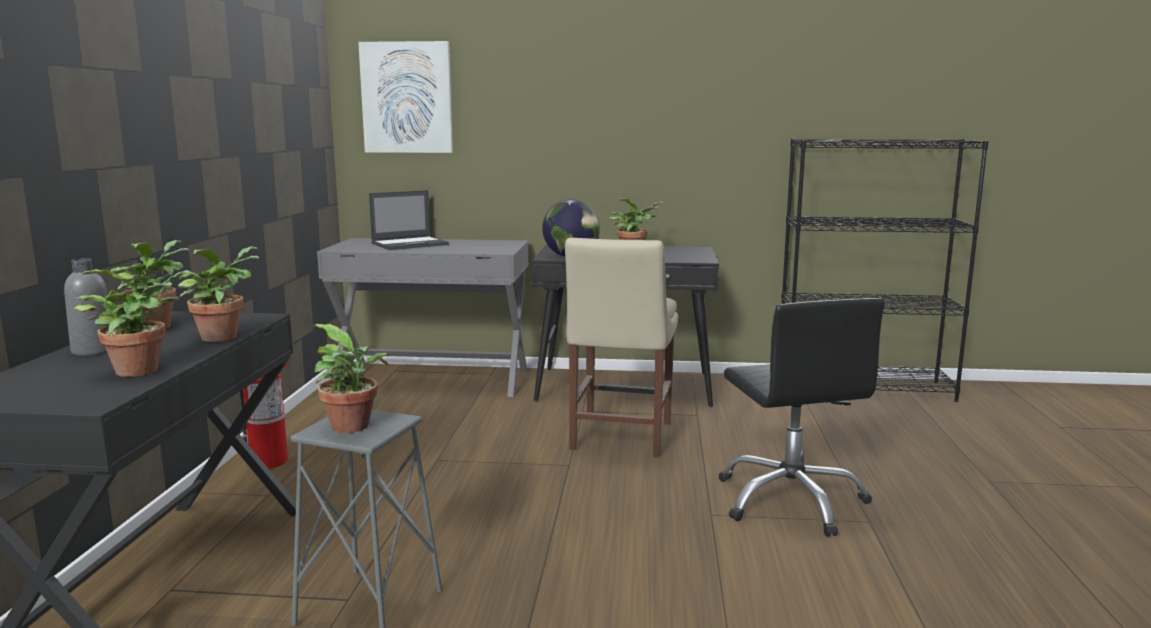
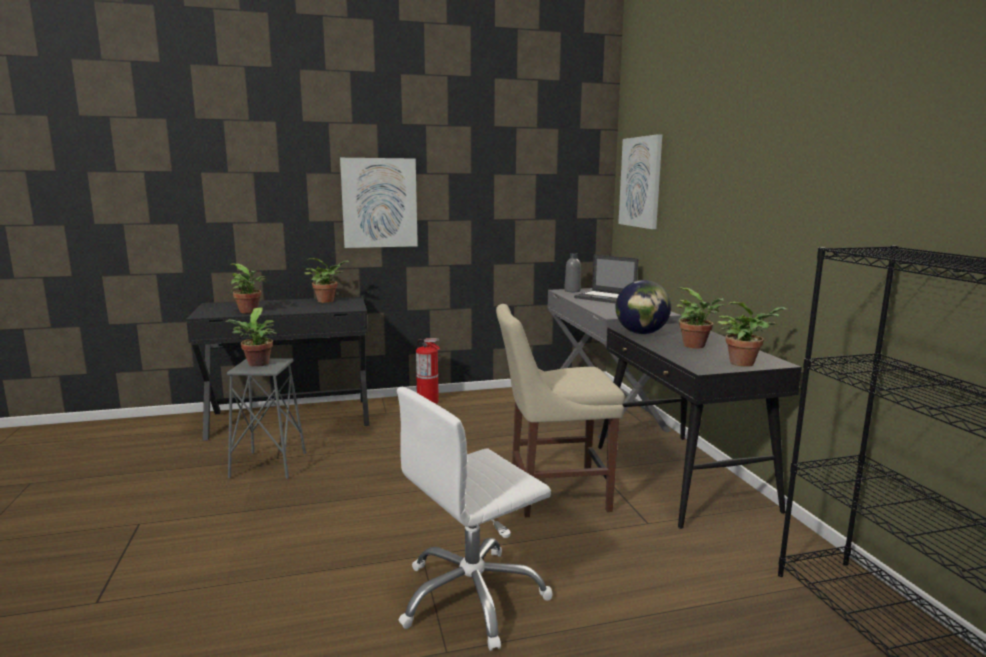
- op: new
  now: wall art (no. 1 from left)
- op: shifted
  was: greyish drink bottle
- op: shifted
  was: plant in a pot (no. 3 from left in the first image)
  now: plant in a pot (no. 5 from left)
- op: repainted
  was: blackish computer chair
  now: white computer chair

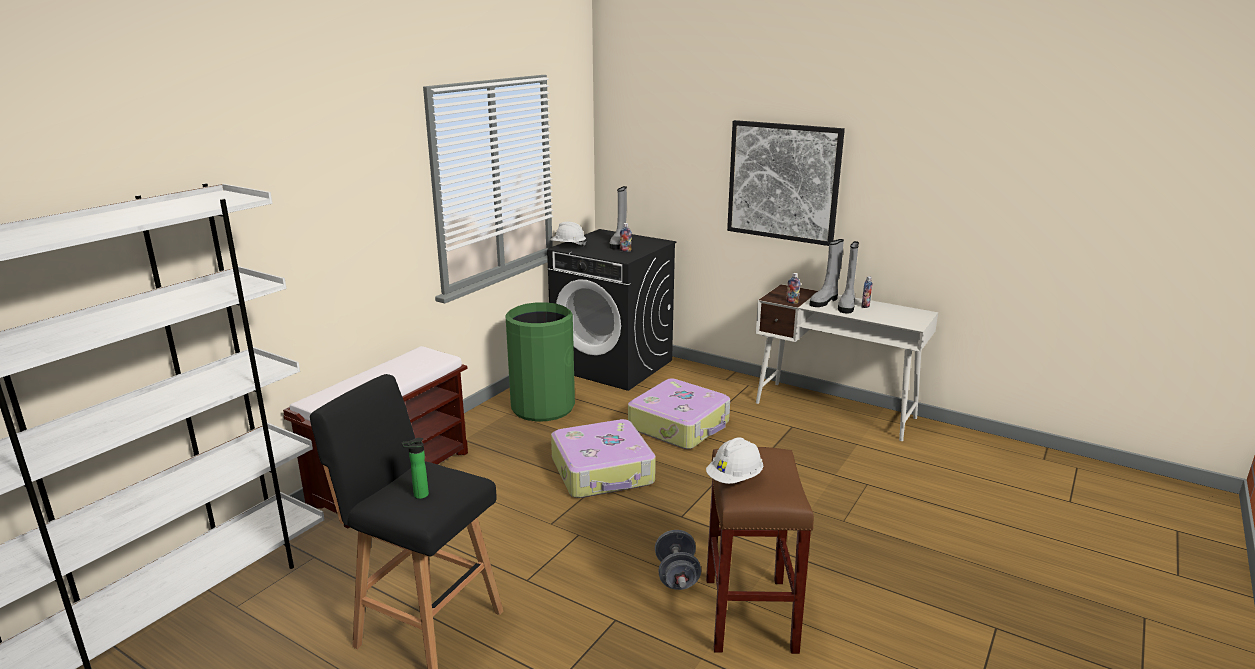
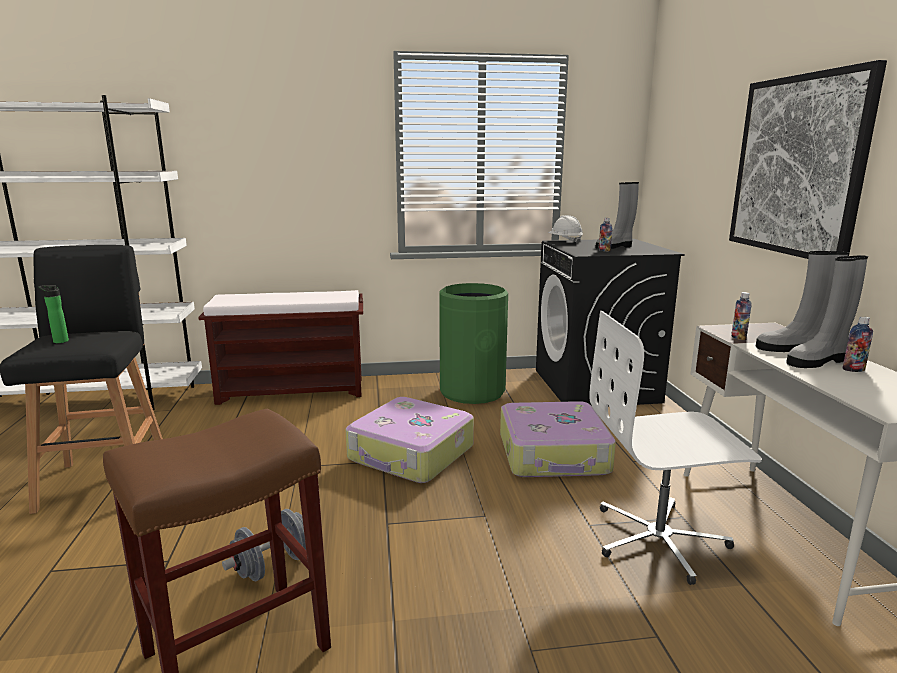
- op: gone
  was: white hard hat (no. 2 from left)
- op: new
  now: white computer chair

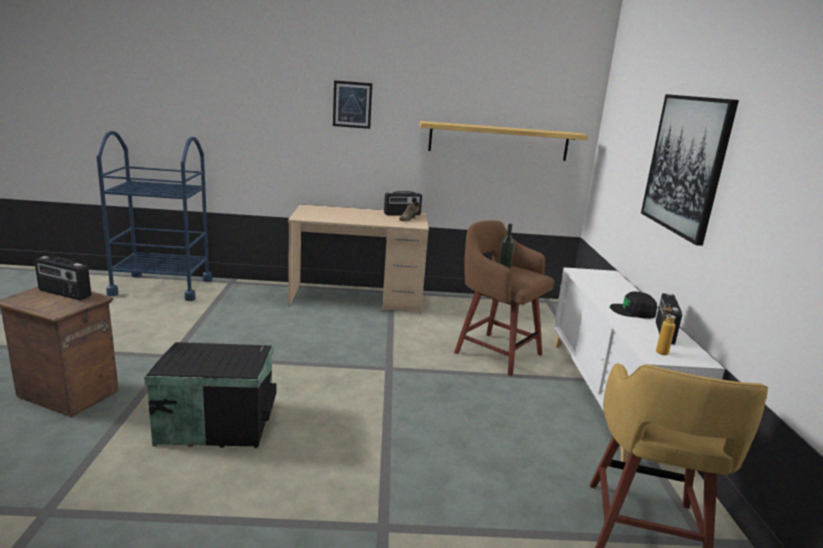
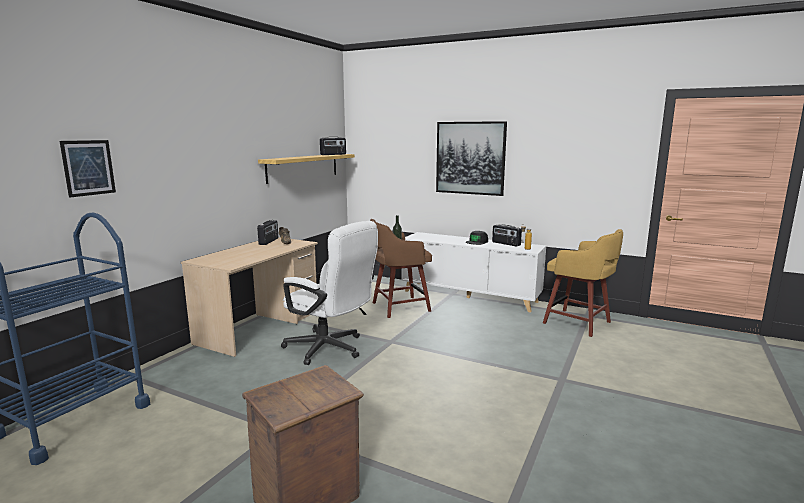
- op: gone
  was: blackish storage container
- op: new
  now: white computer chair
- op: shifted
  was: radio set (no. 1 from left in the first image)
  now: radio set (no. 2 from left)
- op: shifted
  was: wall art (no. 1 from left)

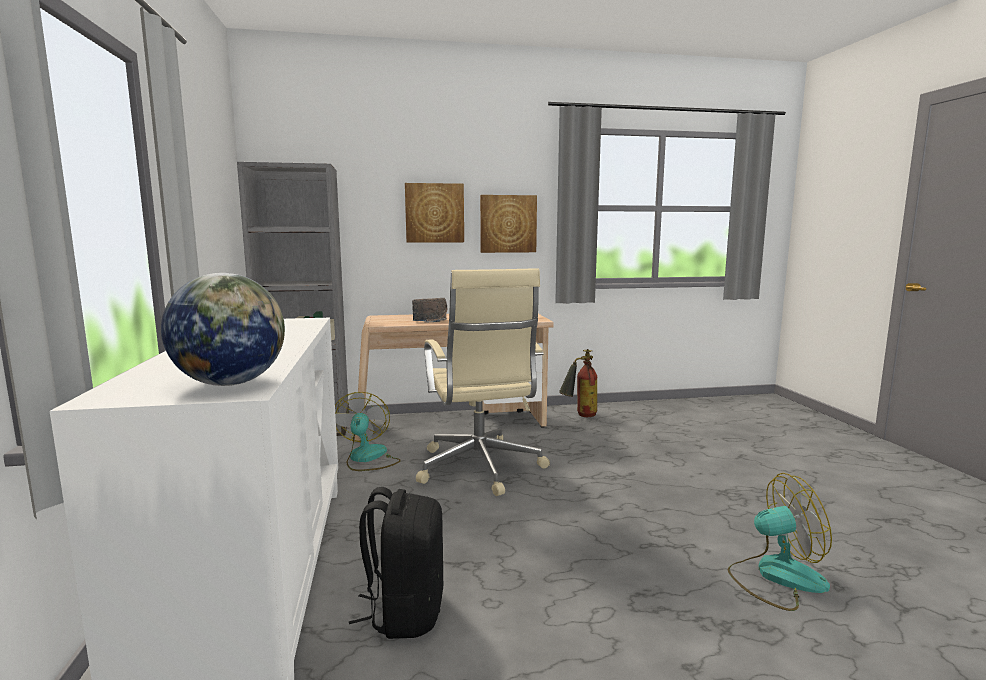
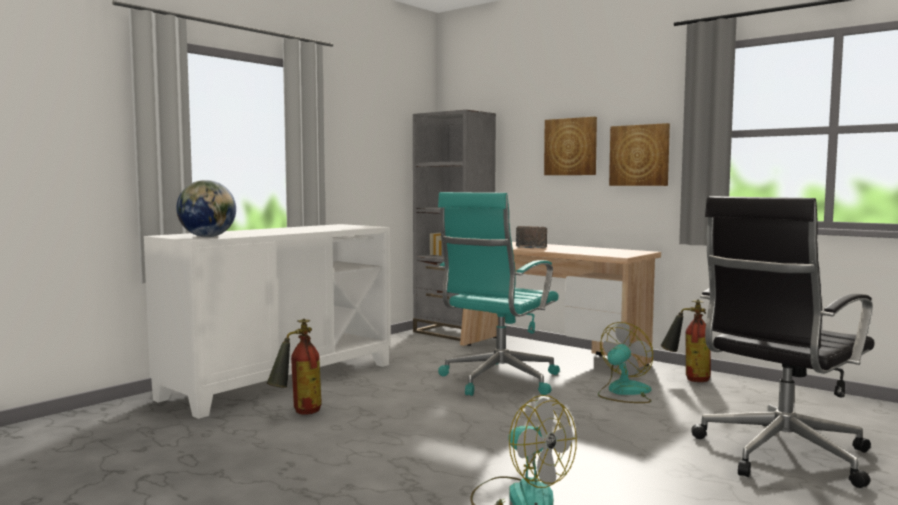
- op: new
  now: blackish computer chair
- op: shifted
  was: cooling fan (no. 1 from left in the first image)
  now: cooling fan (no. 2 from left)
- op: swapped
  was: blackish rucksack
  now: fire-fighting cylinder (no. 1 from left)
- op: repainted
  was: beige computer chair
  now: turquoise-coloured computer chair

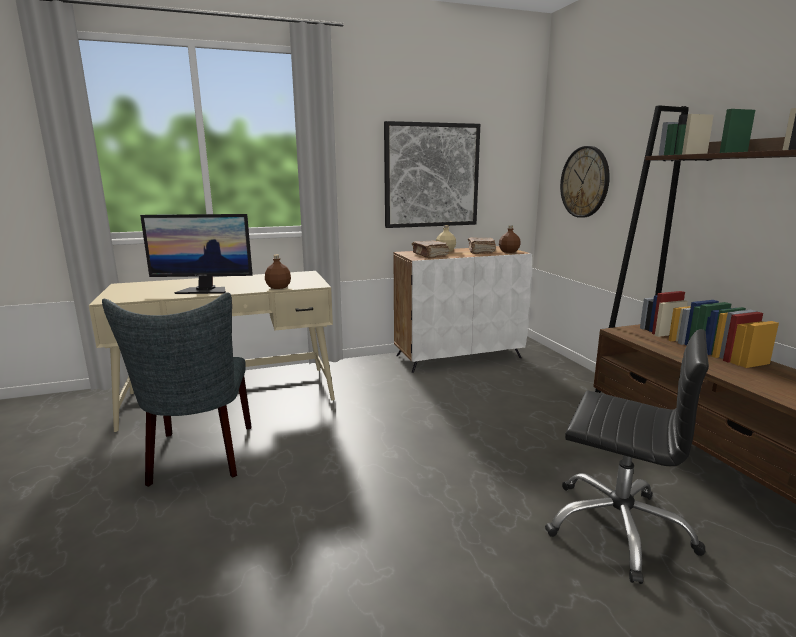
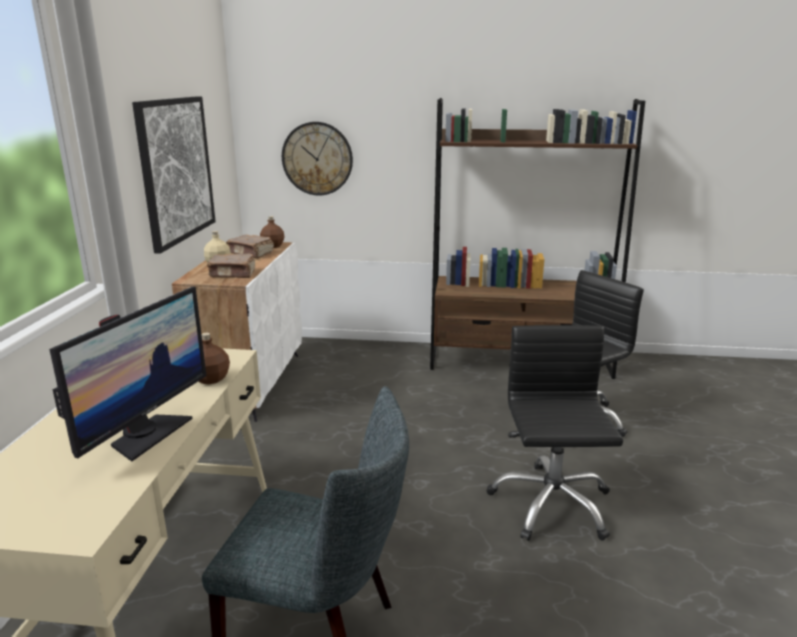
- op: new
  now: blackish computer chair (no. 1 from left)

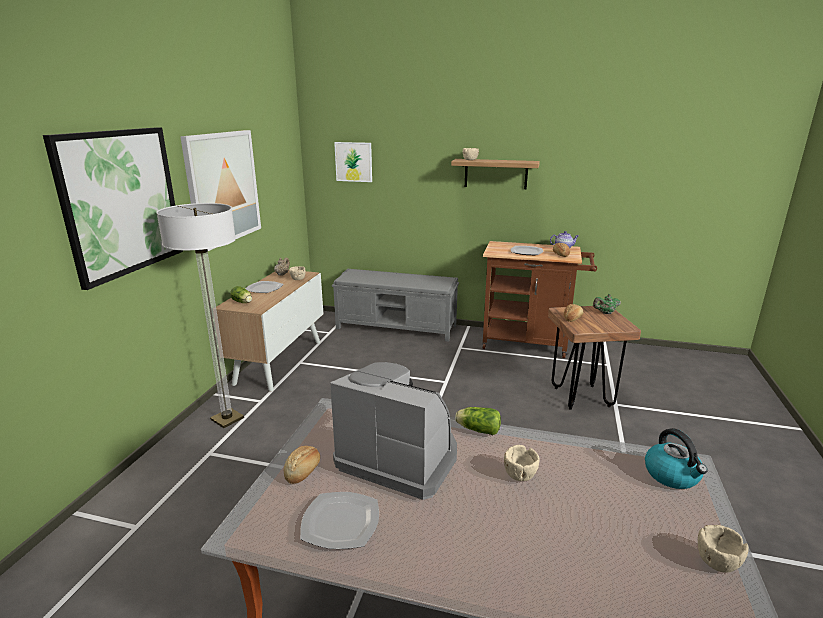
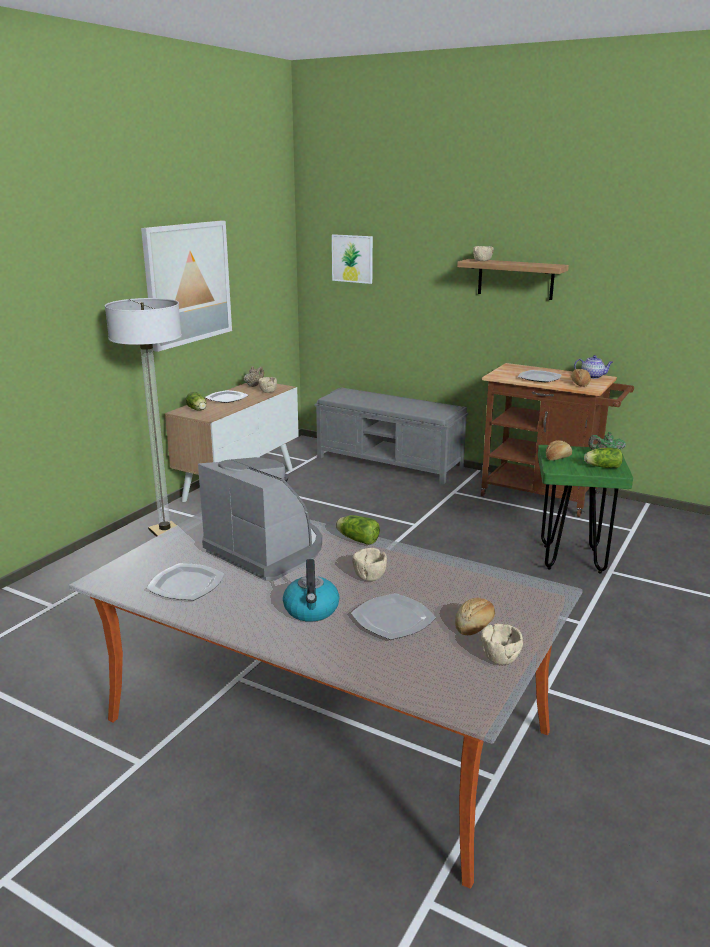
- op: gone
  was: wall art (no. 1 from left)
- op: new
  now: dinner plate (no. 3 from left)
- op: new
  now: lettuce (no. 3 from left)
- op: shifted
  was: bread (no. 1 from left)
- op: shifted
  was: water kettle
- op: repainted
  was: brownish stool seat
  now: green stool seat

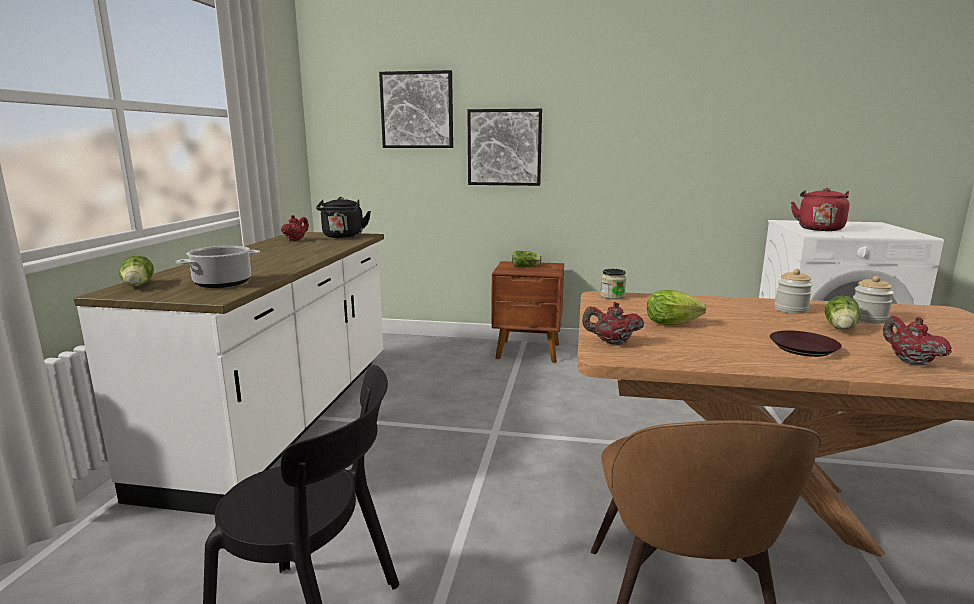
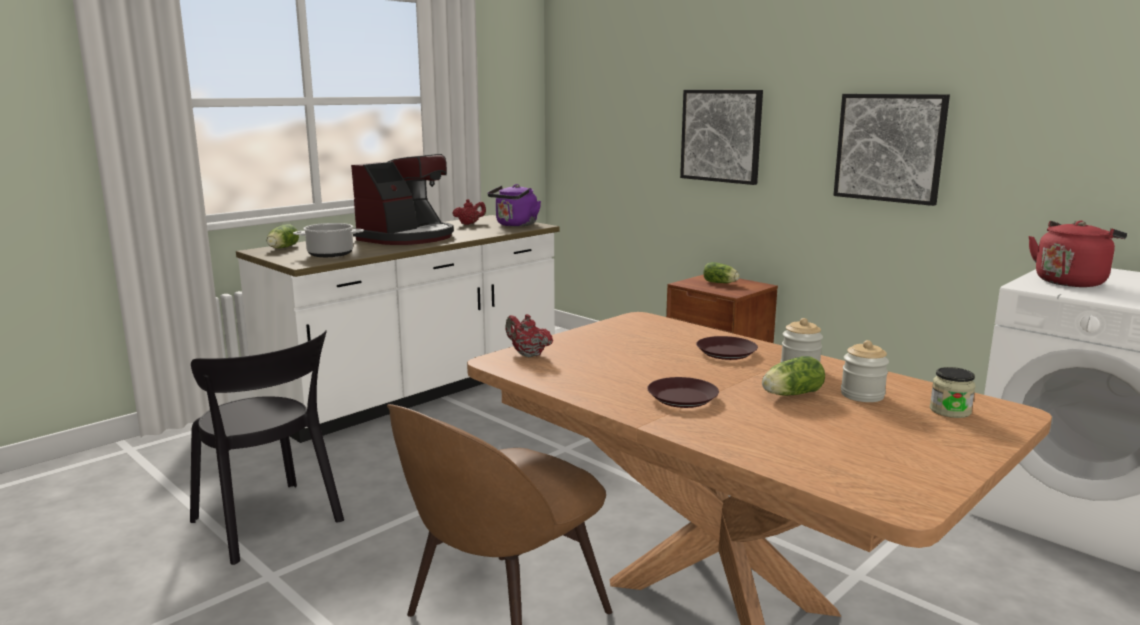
- op: gone
  was: lettuce (no. 3 from left)
- op: gone
  was: red tea pot (no. 3 from left)
- op: new
  now: coffee machine
- op: new
  now: brownish dinner plate (no. 2 from left)
- op: shifted
  was: wall art (no. 1 from left in the first image)
  now: wall art (no. 2 from left)
- op: shifted
  was: jar (no. 1 from left in the first image)
  now: jar (no. 3 from left)
- op: repainted
  was: blackish water kettle
  now: purple-coloured water kettle

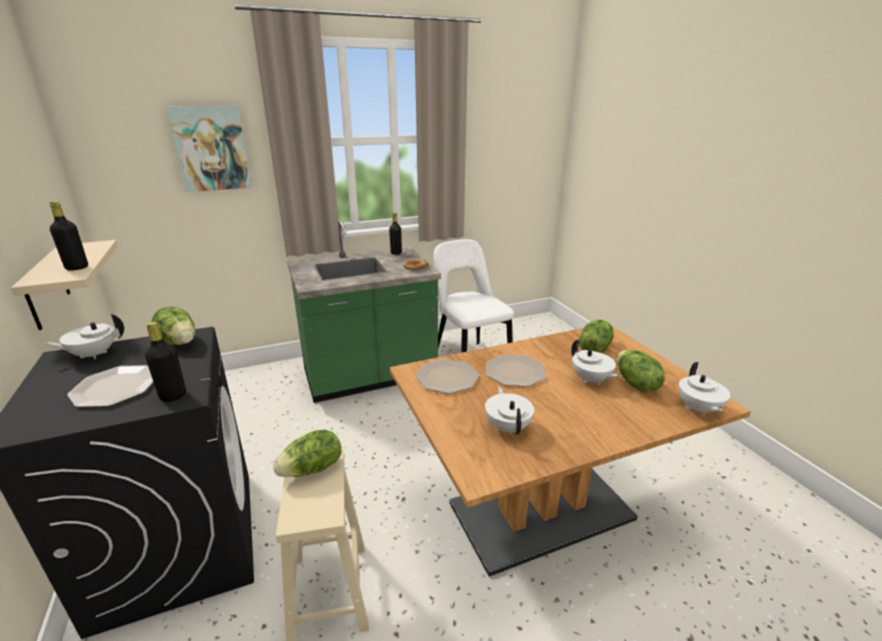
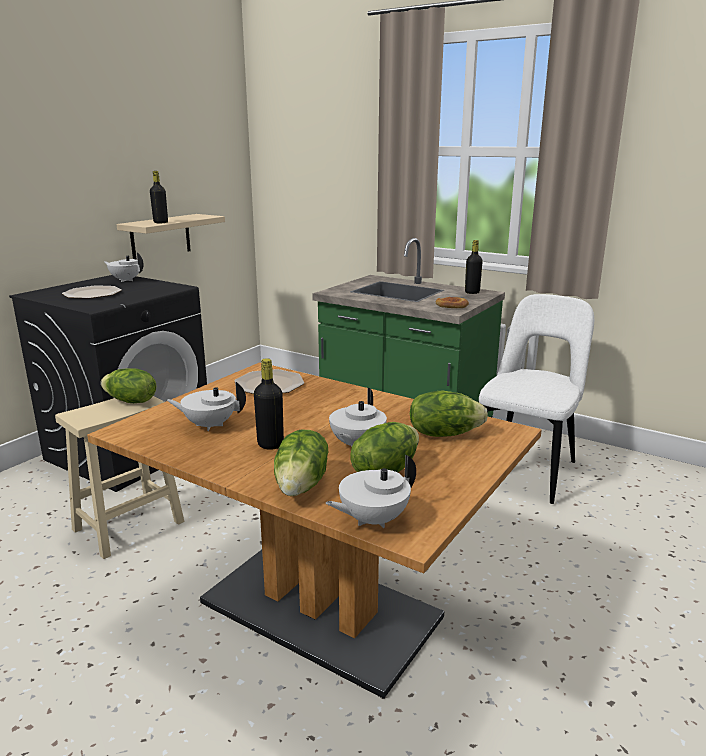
- op: gone
  was: wall art
- op: gone
  was: dinner plate (no. 3 from left)
- op: shifted
  was: blackish drink bottle (no. 2 from left)
- op: shifted
  was: lettuce (no. 1 from left in the first image)
  now: lettuce (no. 2 from left)
- op: rotated
  was: white tea pot (no. 2 from left)
  clockwise: -135

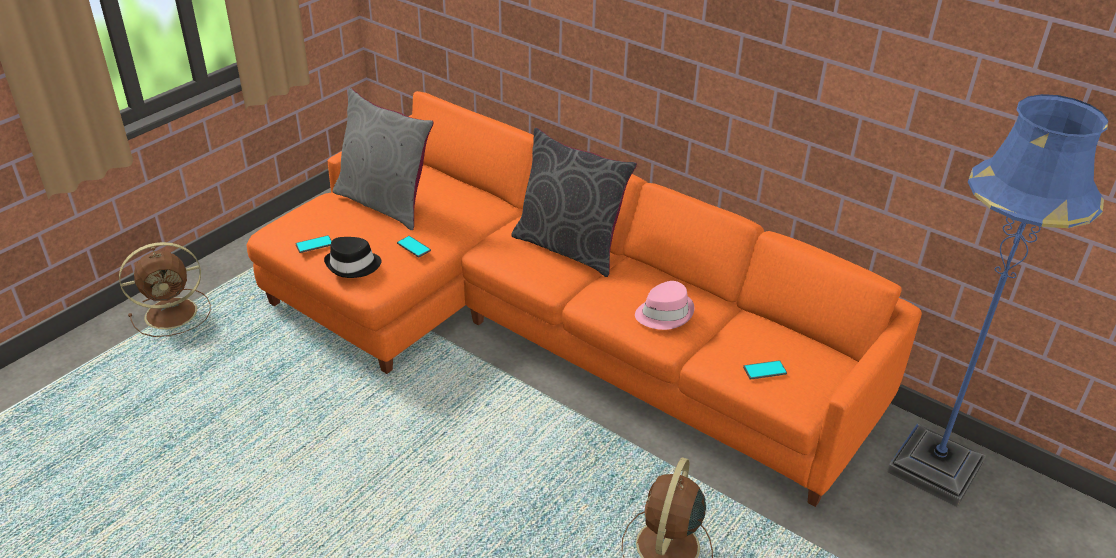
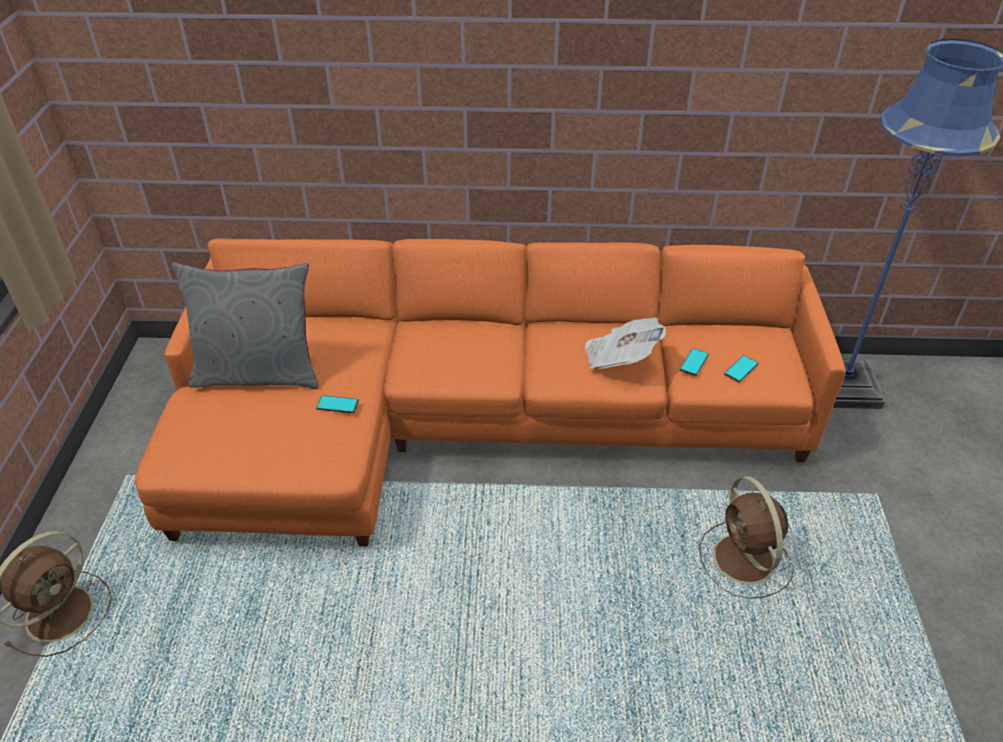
- op: gone
  was: blackish hat
- op: gone
  was: greyish pillow (no. 2 from left)
- op: shifted
  was: handset (no. 1 from left in the first image)
  now: handset (no. 2 from left)
- op: swapped
  was: pink-coloured hat
  now: printed paper

